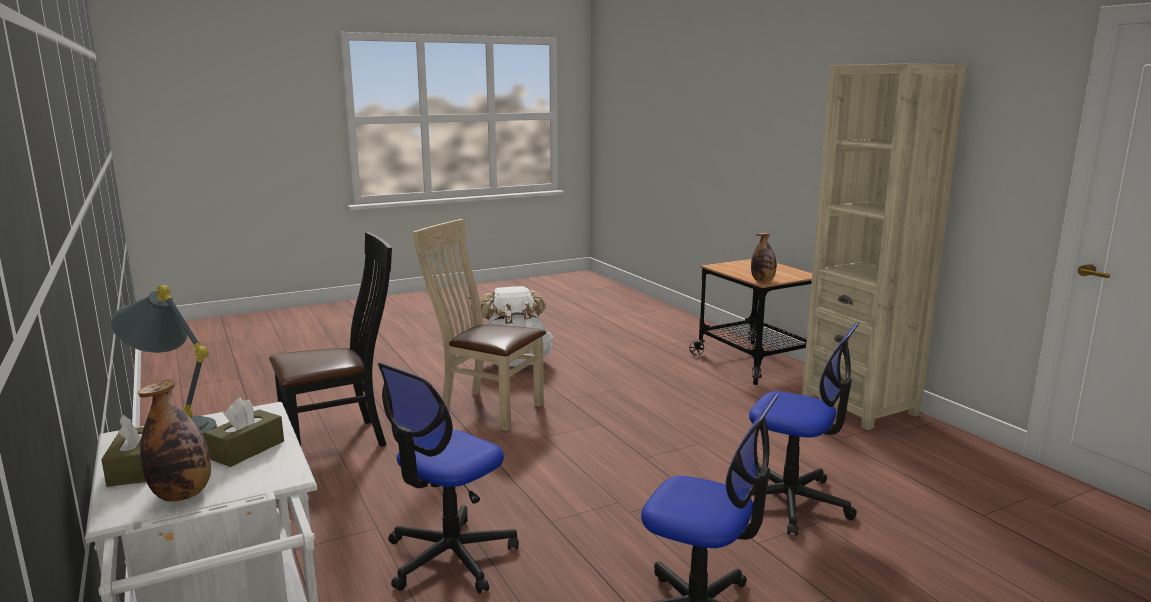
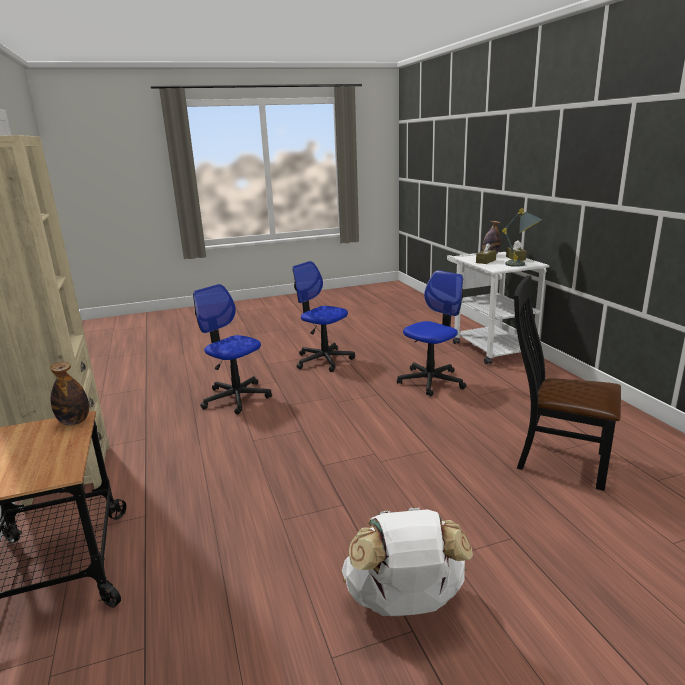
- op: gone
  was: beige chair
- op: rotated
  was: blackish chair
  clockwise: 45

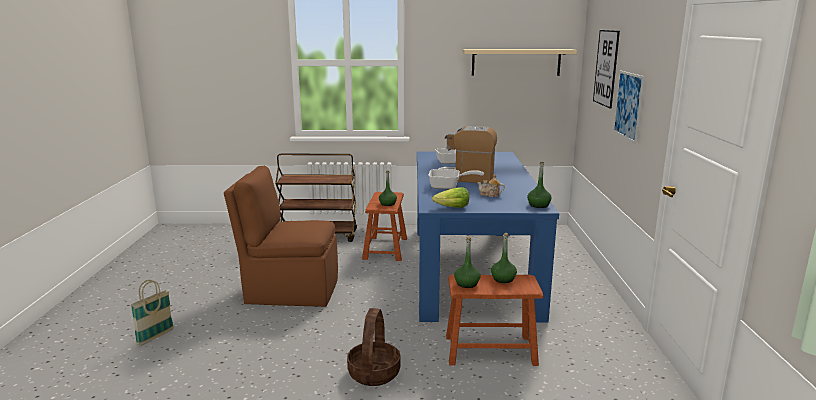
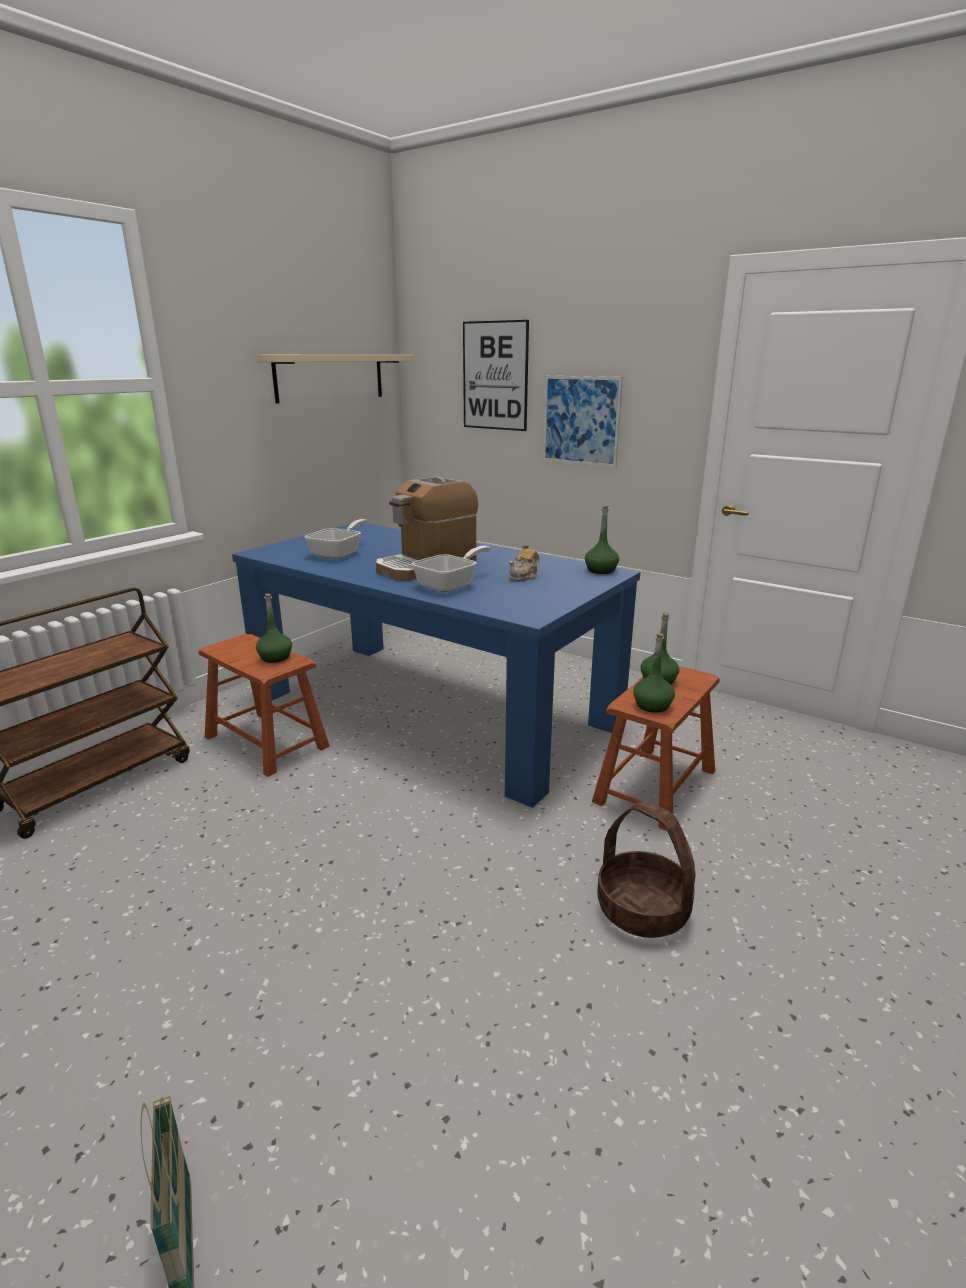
- op: gone
  was: brownish chair
- op: gone
  was: lettuce

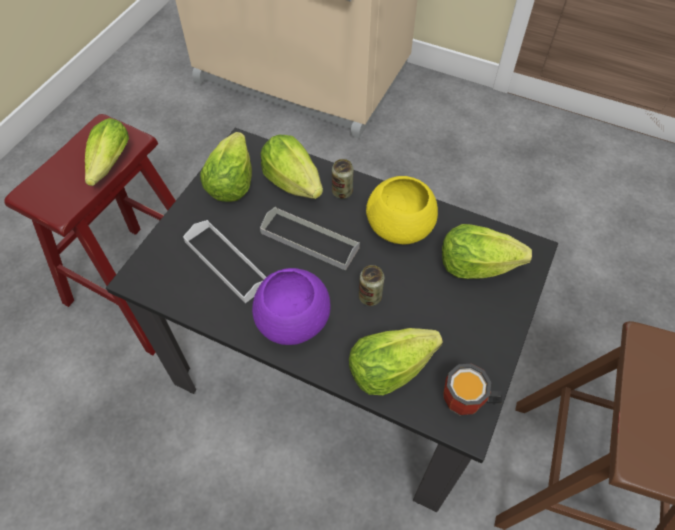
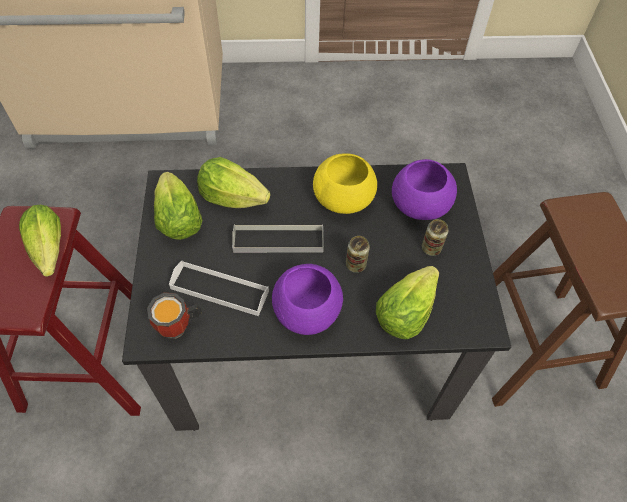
- op: shifted
  was: metal can (no. 1 from left in the first image)
  now: metal can (no. 2 from left)
- op: shifted
  was: tea mug
- op: swapped
  was: lettuce (no. 5 from left)
  now: purple-coloured deep dish (no. 2 from left)

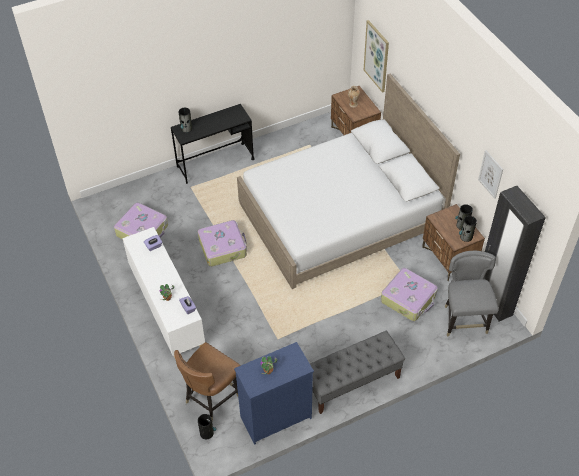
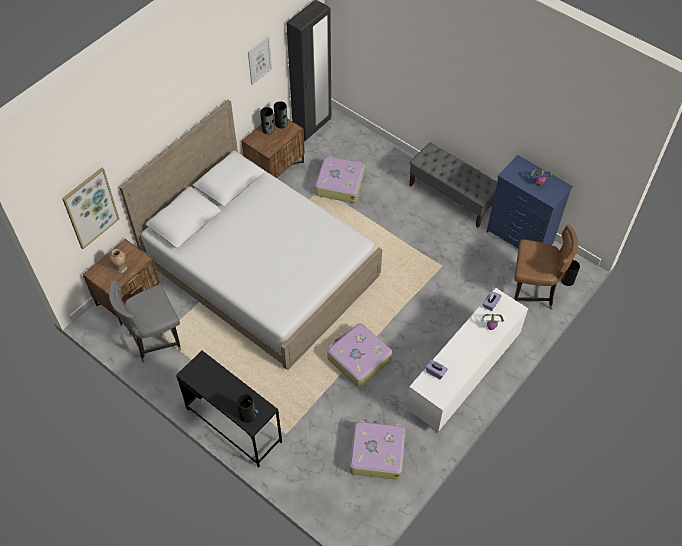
- op: shifted
  was: greyish chair

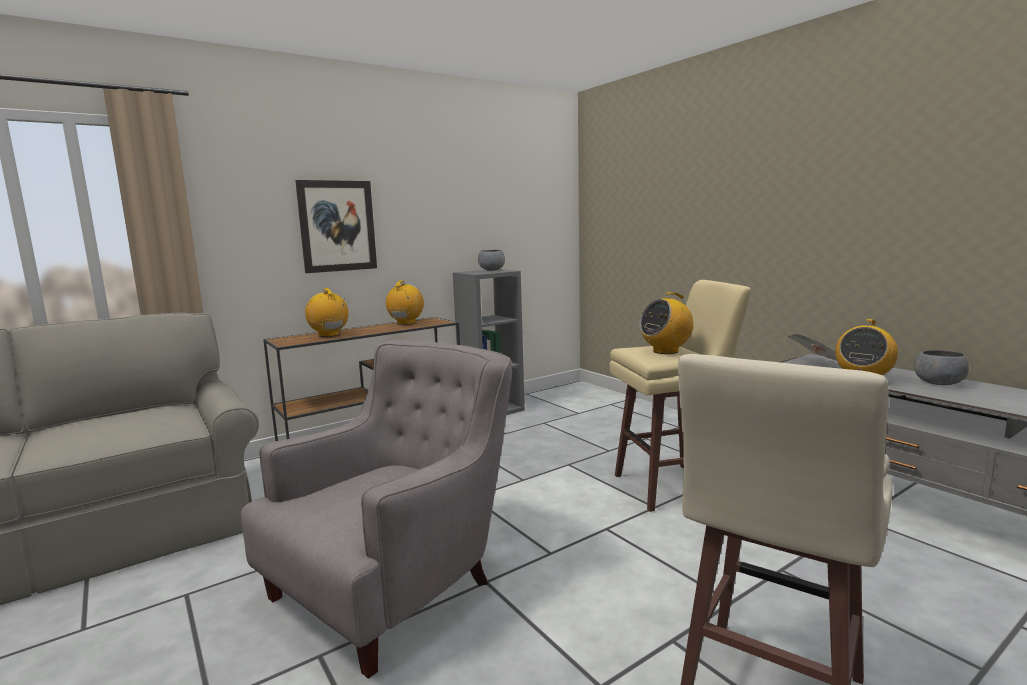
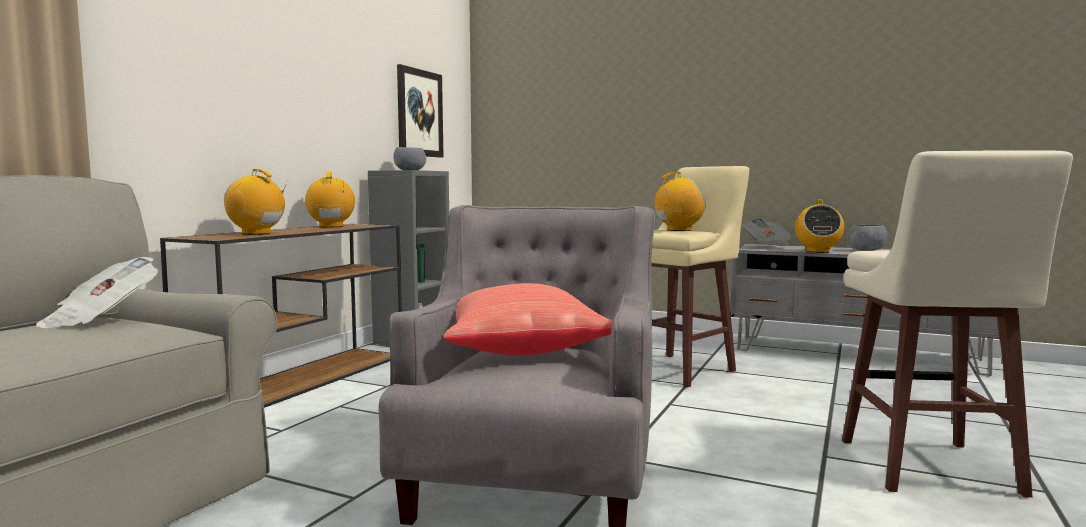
- op: new
  now: printed paper (no. 1 from left)
- op: new
  now: red pillow
- op: shifted
  was: wall art
- op: rotated
  was: radio set (no. 3 from left)
  clockwise: -135

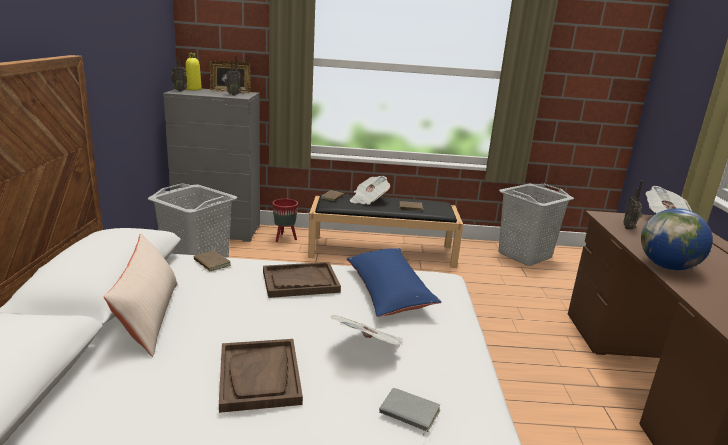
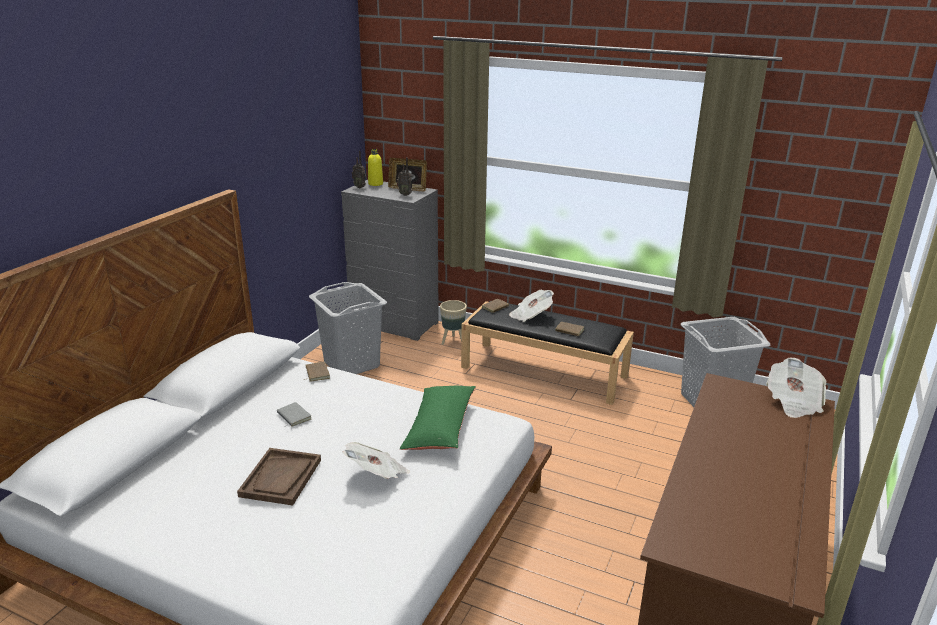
- op: gone
  was: beige pillow
- op: gone
  was: brownish serving tray (no. 2 from left)
- op: gone
  was: radio set (no. 3 from left)
- op: gone
  was: globe
- op: shifted
  was: greyish bound book
- op: repainted
  was: red plant pot
  now: beige plant pot
- op: repainted
  was: blue-coloured pillow
  now: green pillow

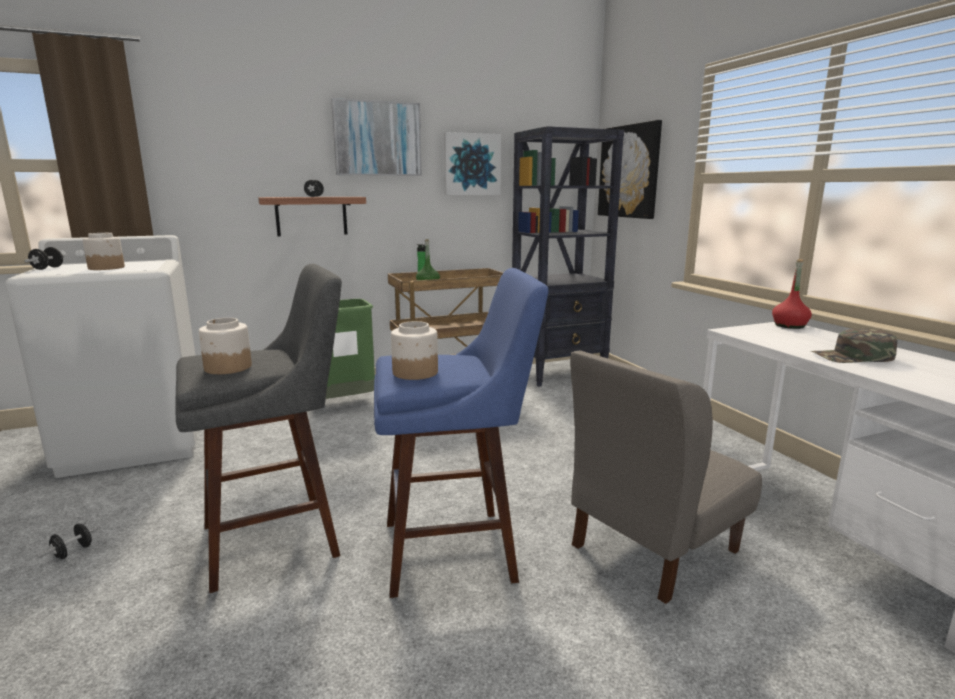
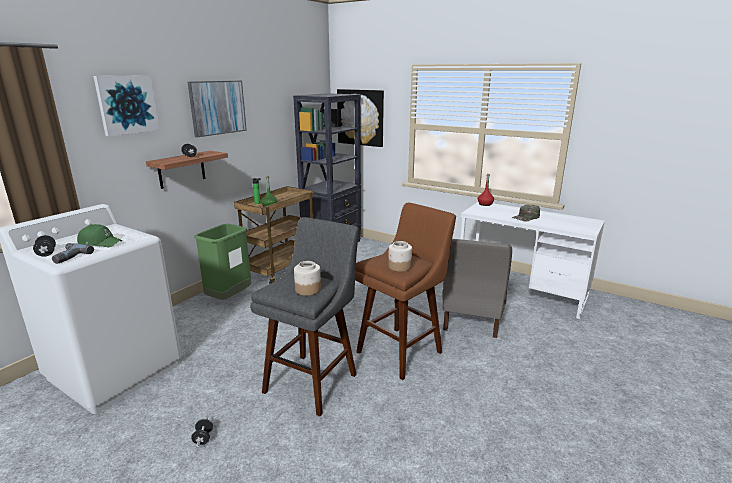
- op: new
  now: electric drill
- op: shifted
  was: wall art (no. 2 from left in the first image)
  now: wall art (no. 1 from left)
- op: swapped
  was: jar (no. 1 from left)
  now: green peaked cap (no. 1 from left)
- op: repainted
  was: blue-coloured stool seat
  now: brownish stool seat

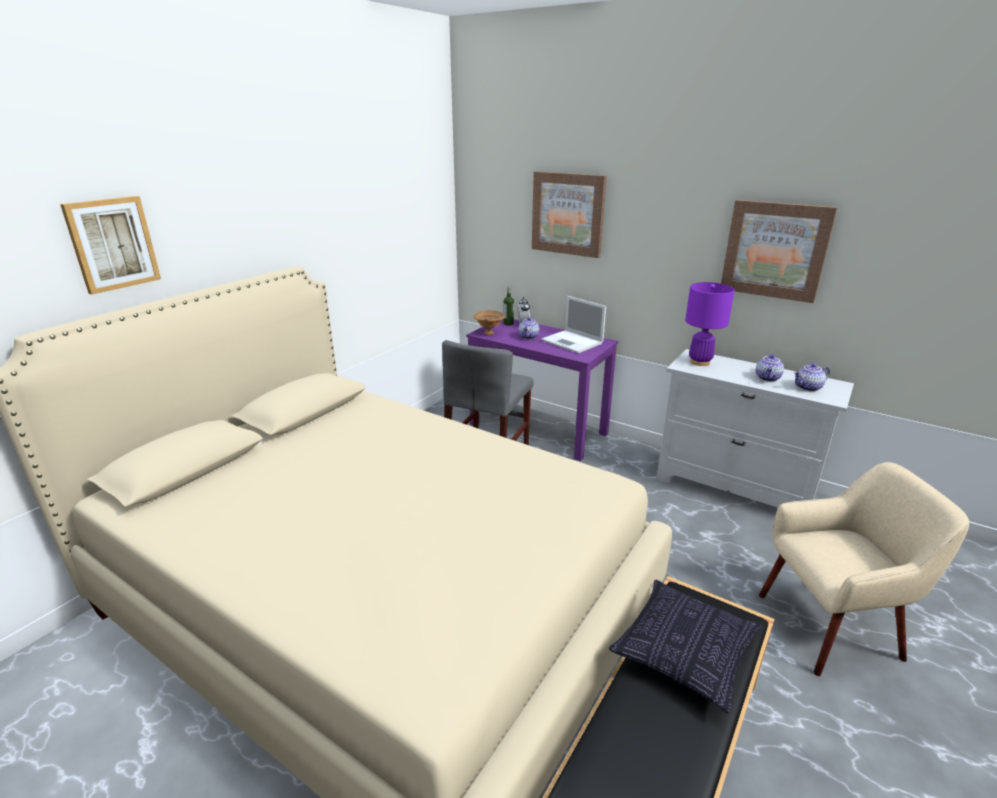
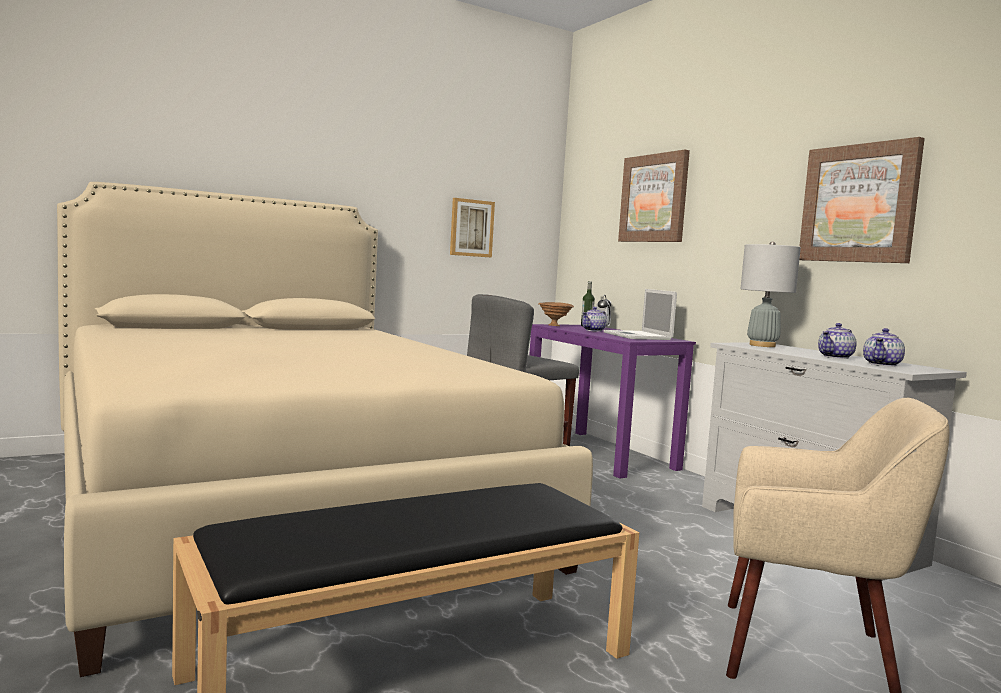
- op: gone
  was: pillow
- op: shifted
  was: wall art (no. 1 from left)
- op: repainted
  was: purple-coloured lamp for a table
  now: greyish lamp for a table
- op: rotated
  was: tea pot (no. 3 from left)
  clockwise: -60

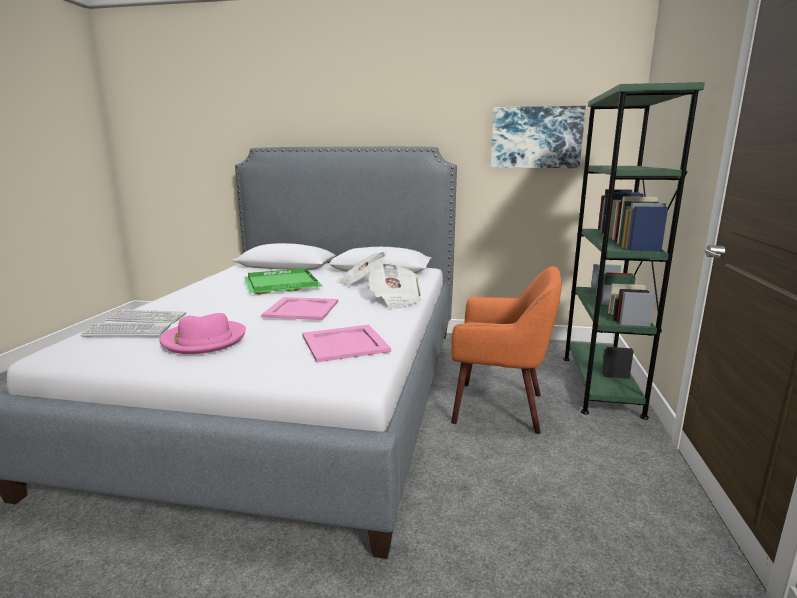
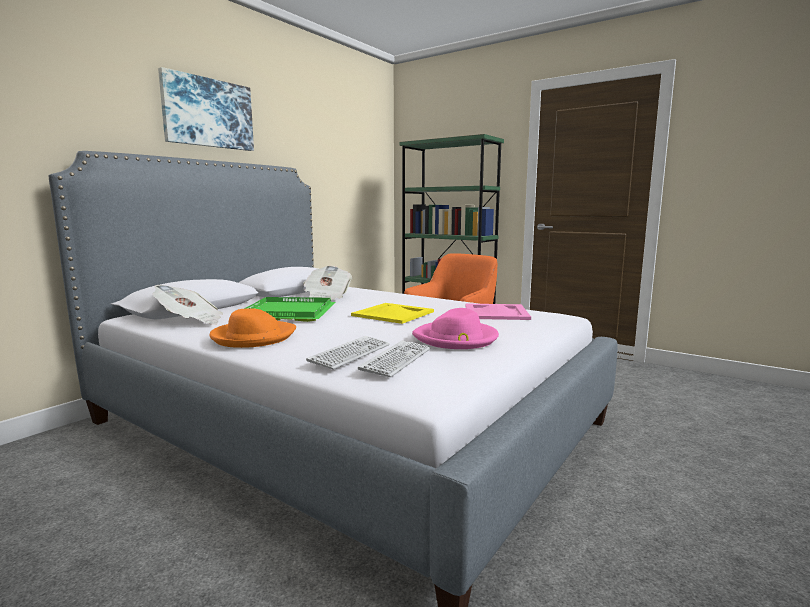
- op: new
  now: orangey hat
- op: shifted
  was: printed paper (no. 2 from left in the first image)
  now: printed paper (no. 1 from left)
- op: shifted
  was: wall art
- op: repainted
  was: pink-coloured serving tray (no. 1 from left)
  now: yellow serving tray

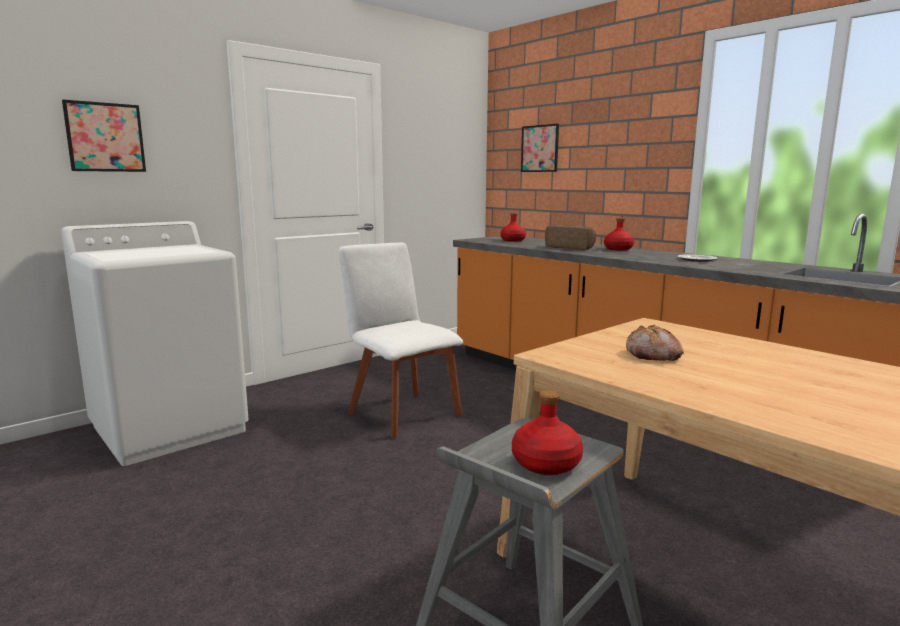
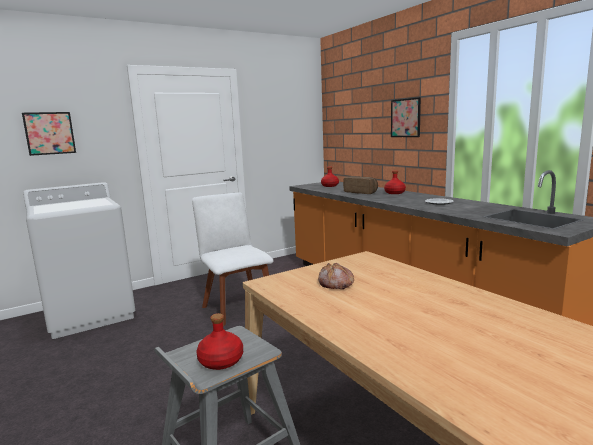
- op: shifted
  was: wall art (no. 2 from left)

